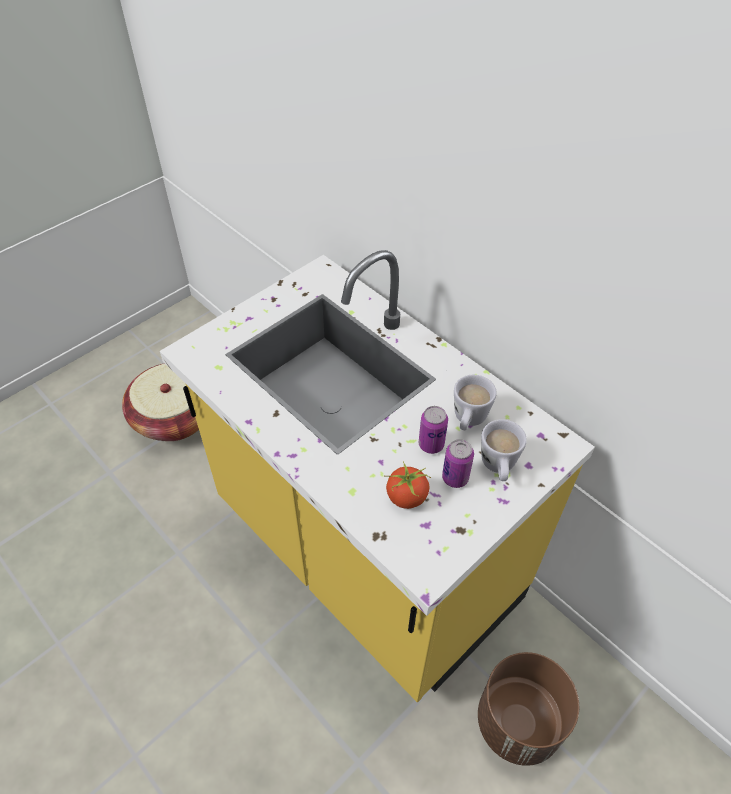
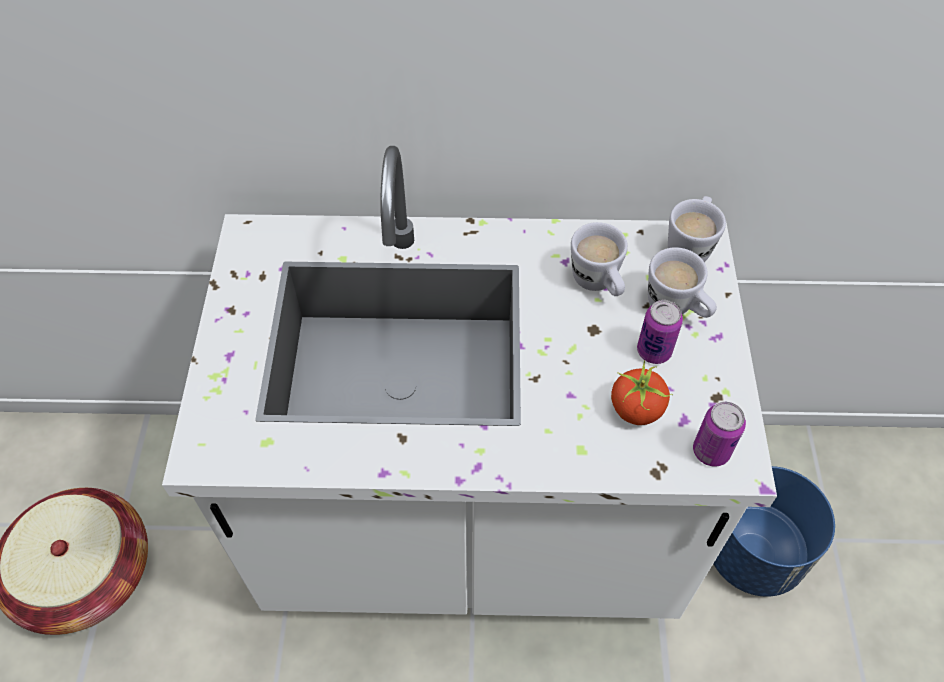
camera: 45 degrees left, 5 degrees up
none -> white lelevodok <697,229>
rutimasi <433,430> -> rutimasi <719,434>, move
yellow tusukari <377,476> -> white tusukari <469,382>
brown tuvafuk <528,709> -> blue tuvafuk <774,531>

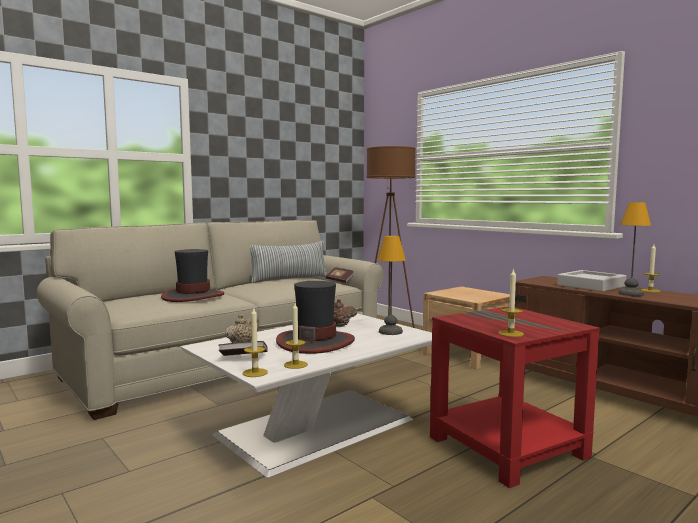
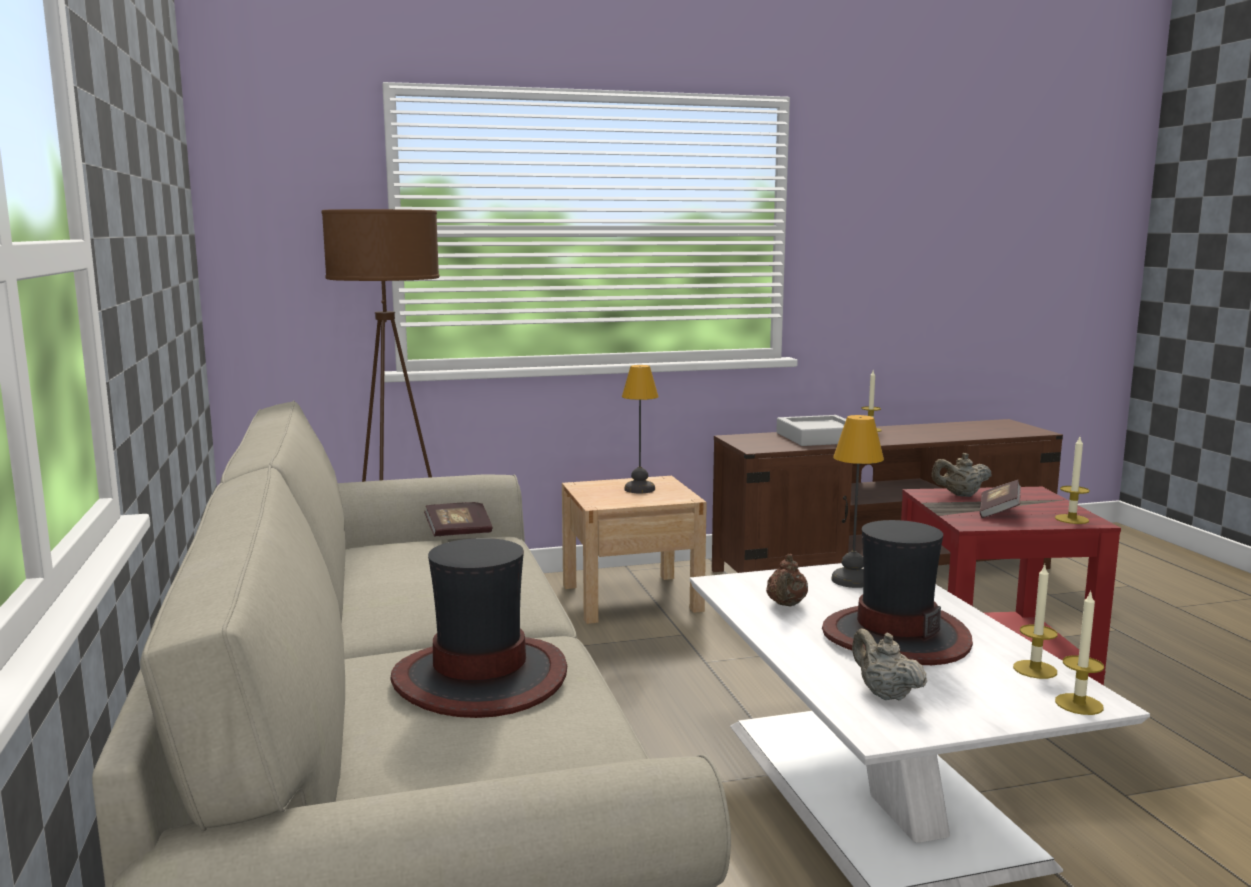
camera: 65 degrees left, 5 degrees up
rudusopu <288,262> -> none
none -> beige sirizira <962,475>
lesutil <243,348> -> lesutil <1000,499>, move
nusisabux <634,249> -> nusisabux <640,429>, move

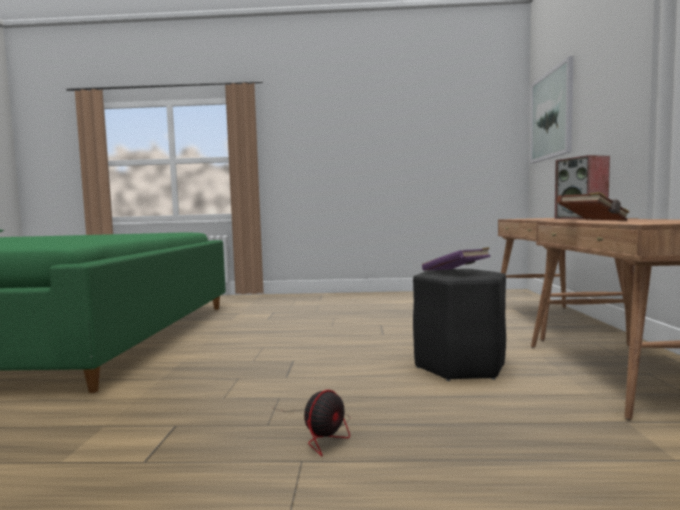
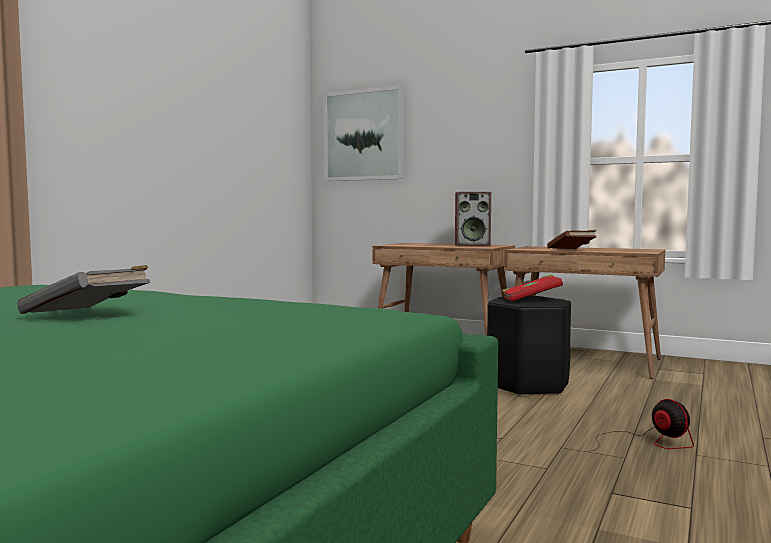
camera: 65 degrees left, 0 degrees up
none -> grey lesutil <83,289>
purple lesutil <456,259> -> red lesutil <532,287>

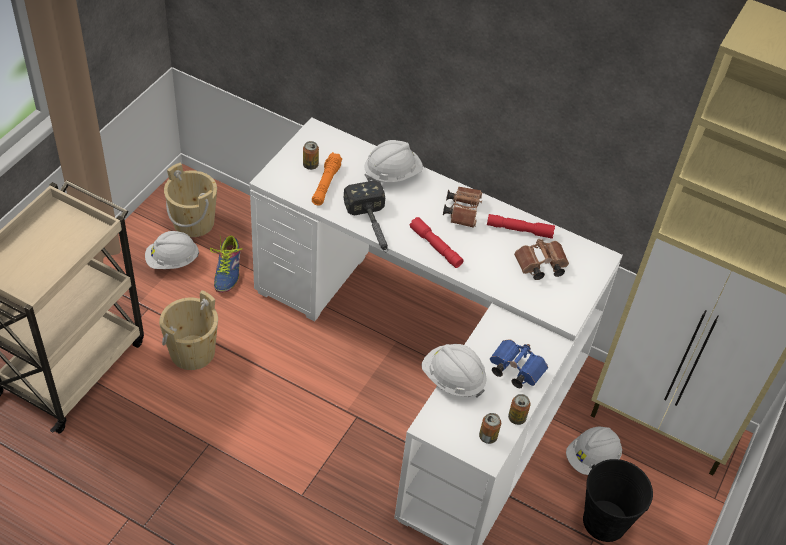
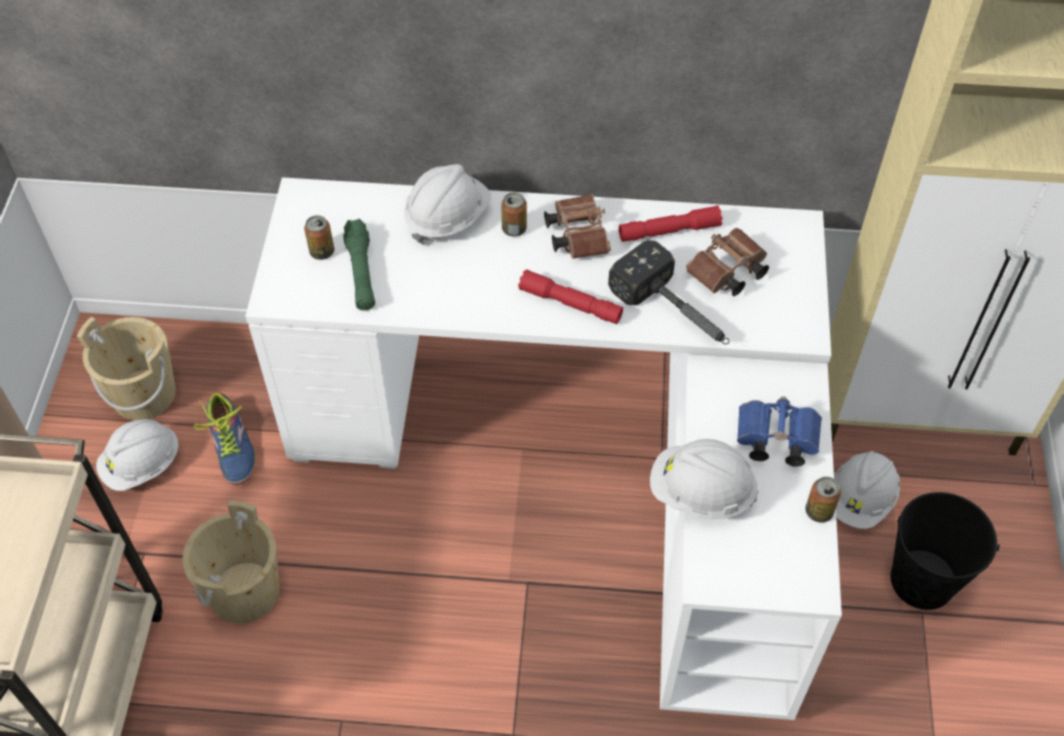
camera: 20 degrees left, 5 degrees up
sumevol <366,216> -> sumevol <669,292>, move
rutimasi <490,428> -> rutimasi <514,214>, move
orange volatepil <327,179> -> green volatepil <359,265>

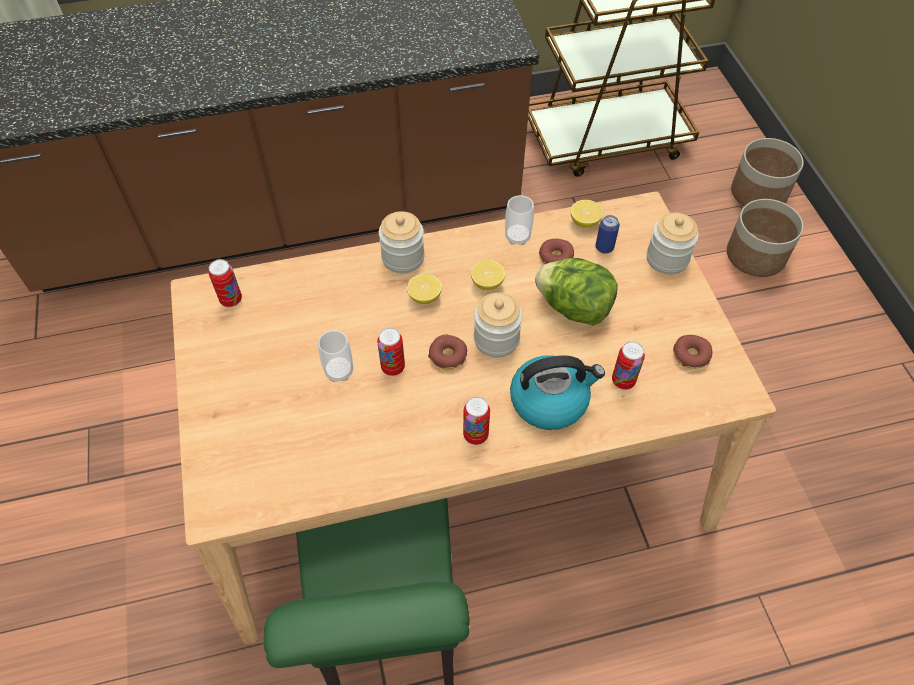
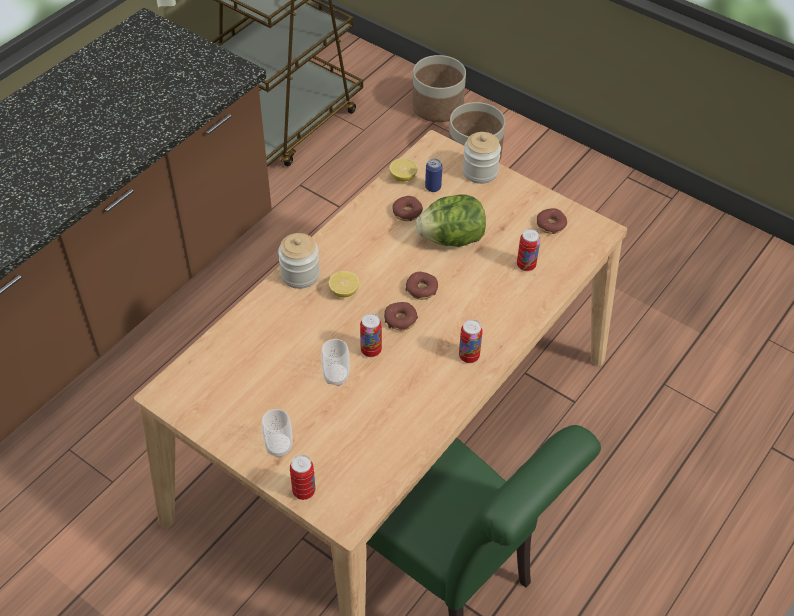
camera: 40 degrees left, 5 degrees down
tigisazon <488,275> -> none
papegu <557,392> -> none
rutimasi <225,283> -> rutimasi <302,477>, move
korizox <519,220> -> korizox <277,433>, move
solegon <498,325> -> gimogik <421,286>

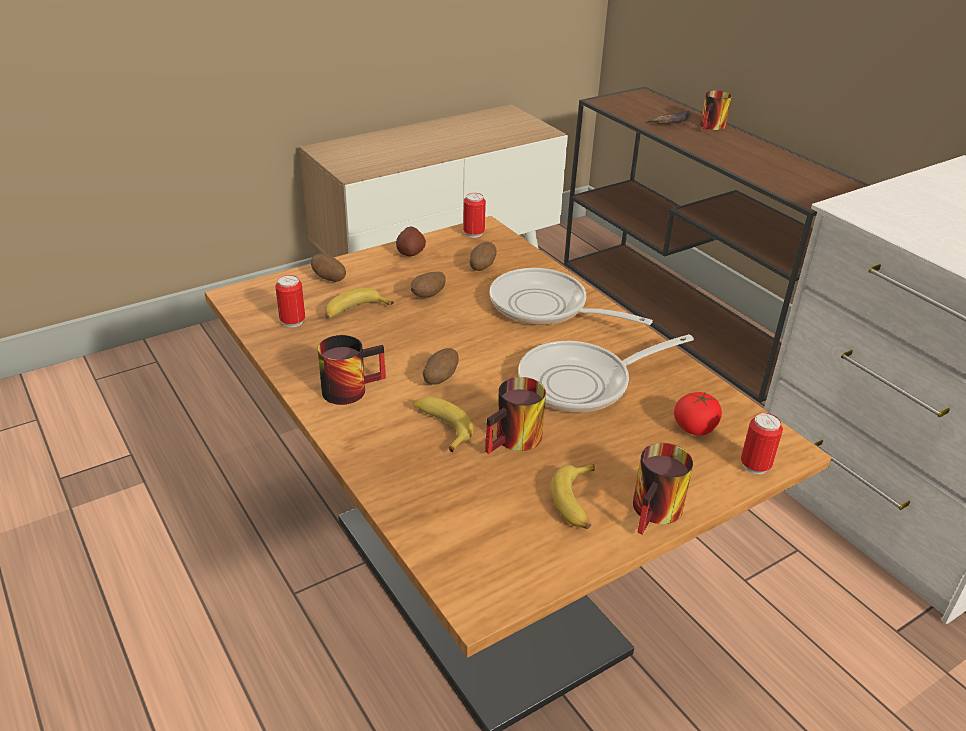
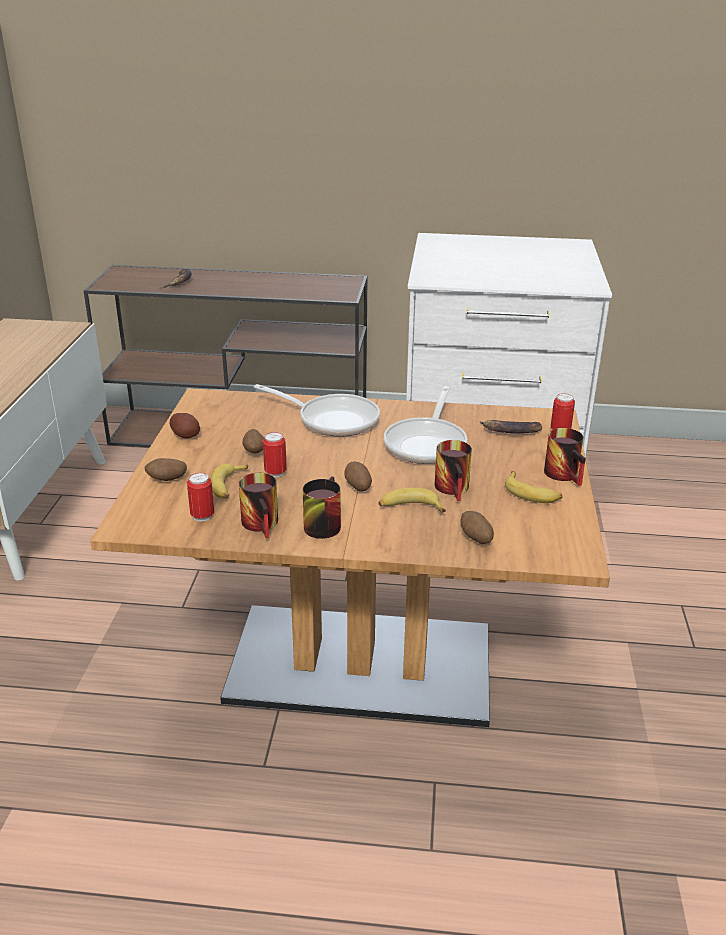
camera: 50 degrees left, 5 degrees down
rutimasi <474,215> -> rutimasi <275,454>, move
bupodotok <483,256> -> bupodotok <477,527>, move
lelevodok <716,110> -> lelevodok <258,505>, move
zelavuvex <698,413> -> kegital <511,426>
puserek <571,296> -> puserek <317,410>, 135 degrees counterclockwise

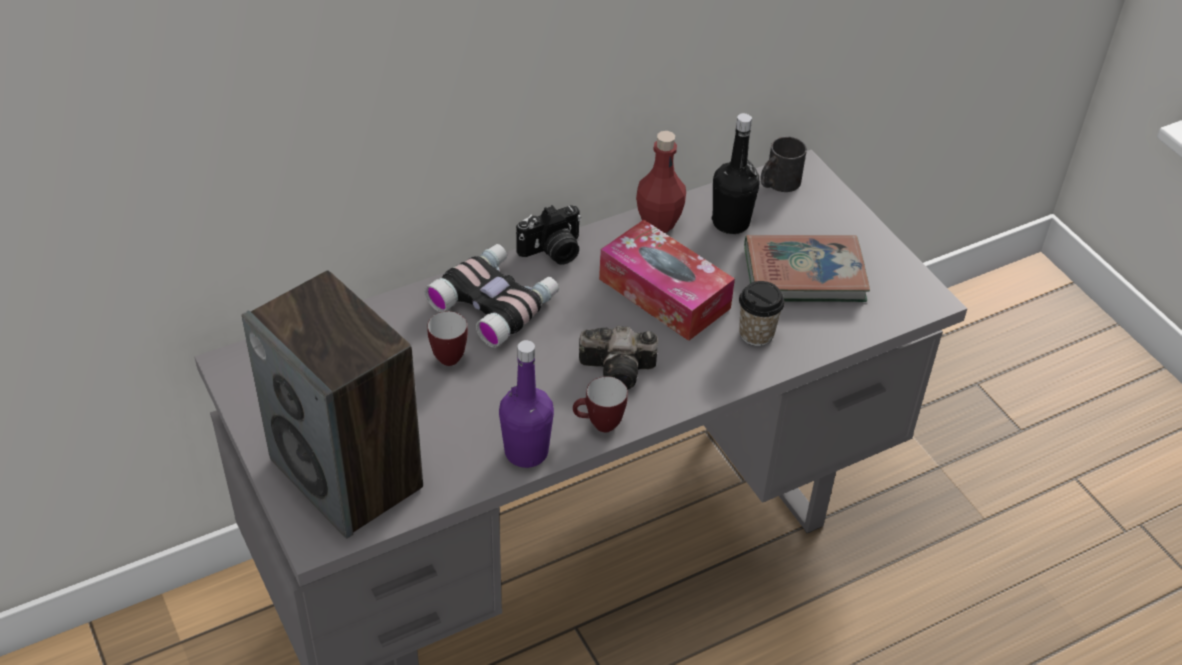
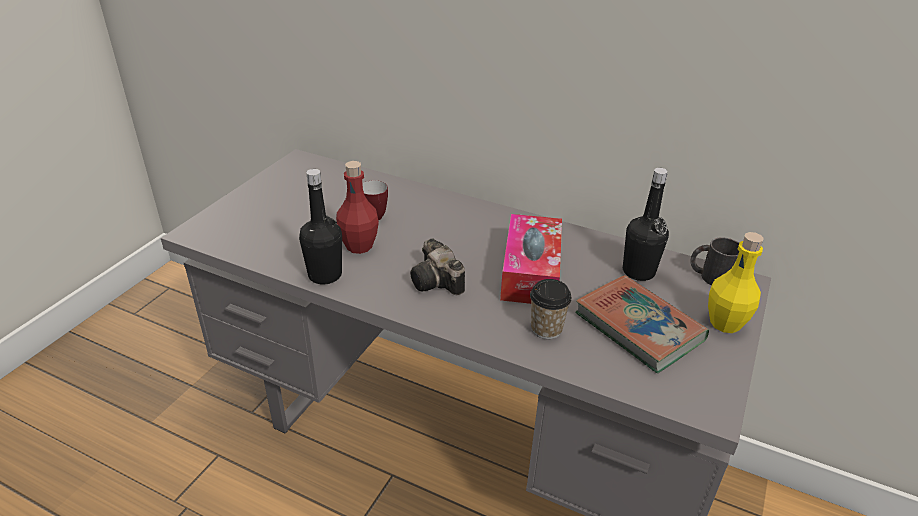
camera: 55 degrees right, 10 degrees down
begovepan <332,404> -> none
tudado <491,296> -> none
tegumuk <548,235> -> none
lelevodok <600,404> -> none
none -> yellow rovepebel <736,282>
red rovepebel <661,182> -> red rovepebel <357,207>, move
purple rovepebel <526,404> -> black rovepebel <320,226>

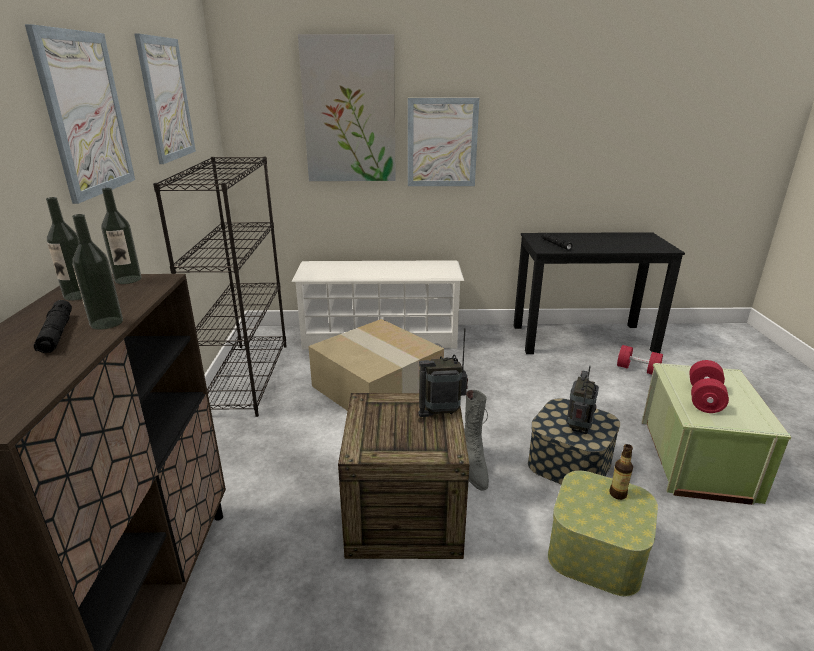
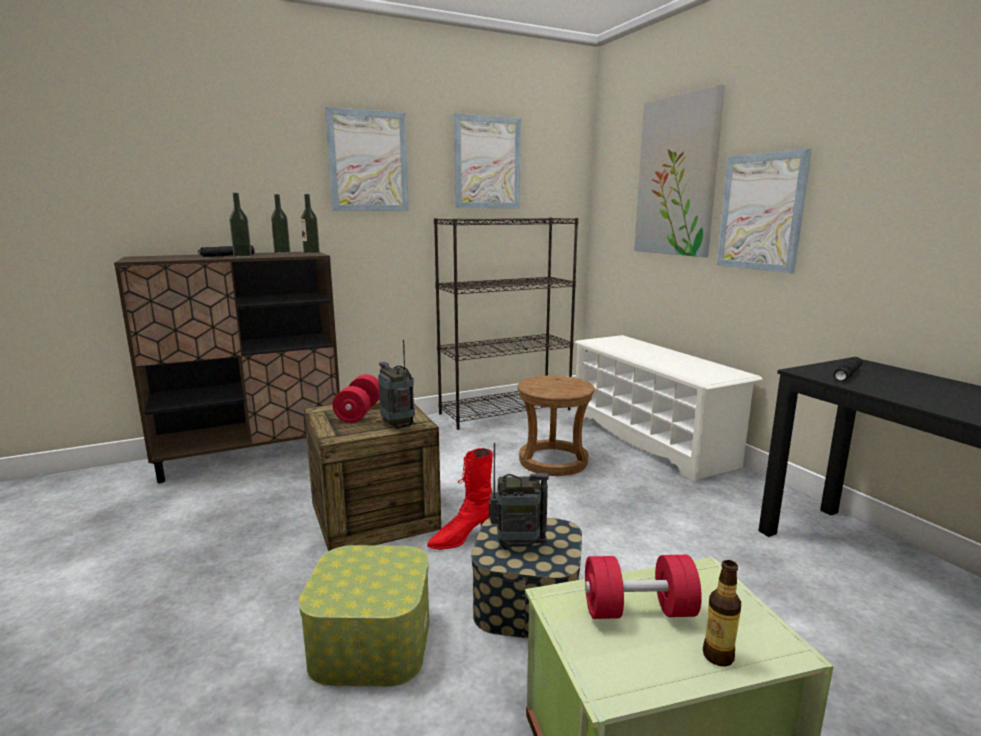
camera: 65 degrees right, 10 degrees down
rovepebel <621,472> -> rovepebel <722,613>, move
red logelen <640,359> -> red logelen <356,398>, move
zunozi <376,365> -> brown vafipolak <556,426>
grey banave <476,440> -> red banave <460,499>

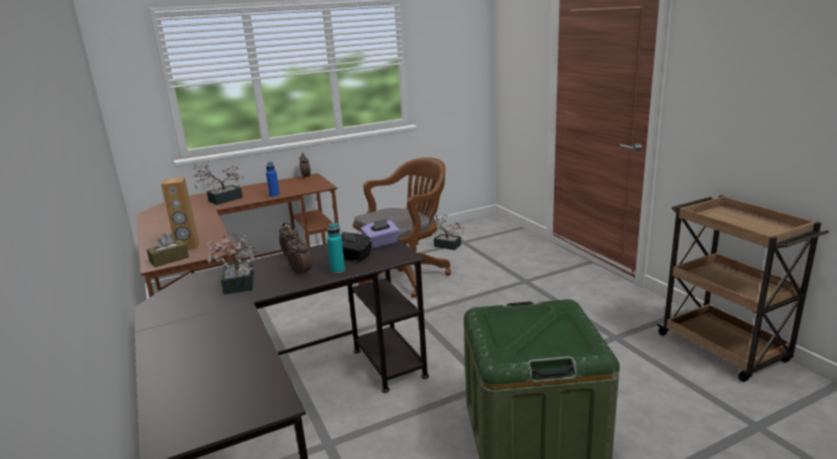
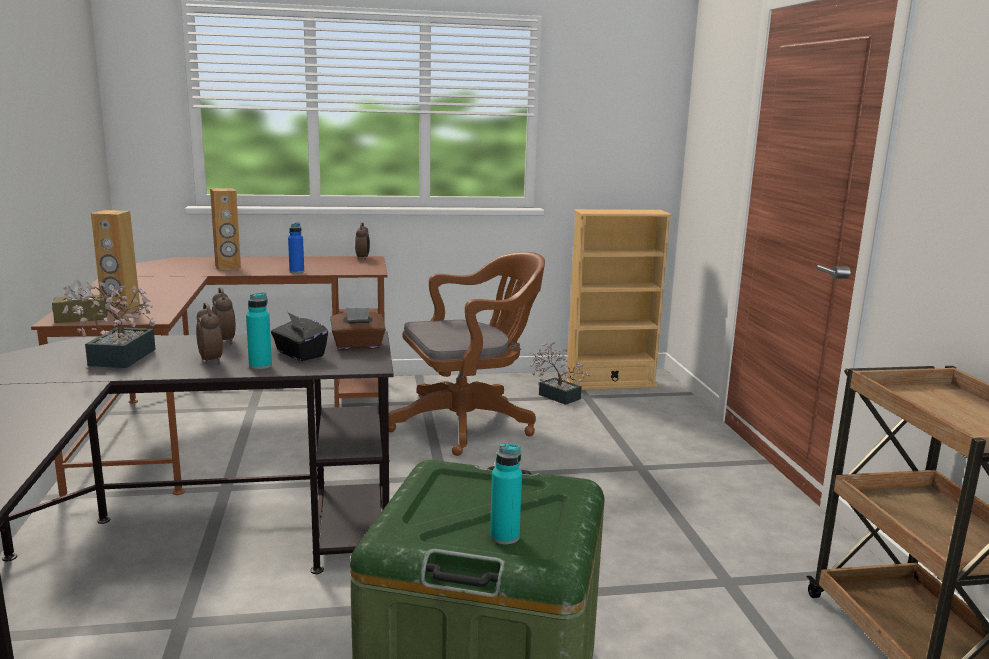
camera: 15 degrees right, 5 degrees down
none -> turquoise rovepebel <506,493>
none -> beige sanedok <619,299>
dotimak <218,184> -> brown begovepan <225,229>
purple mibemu <380,233> -> brown mibemu <358,329>

